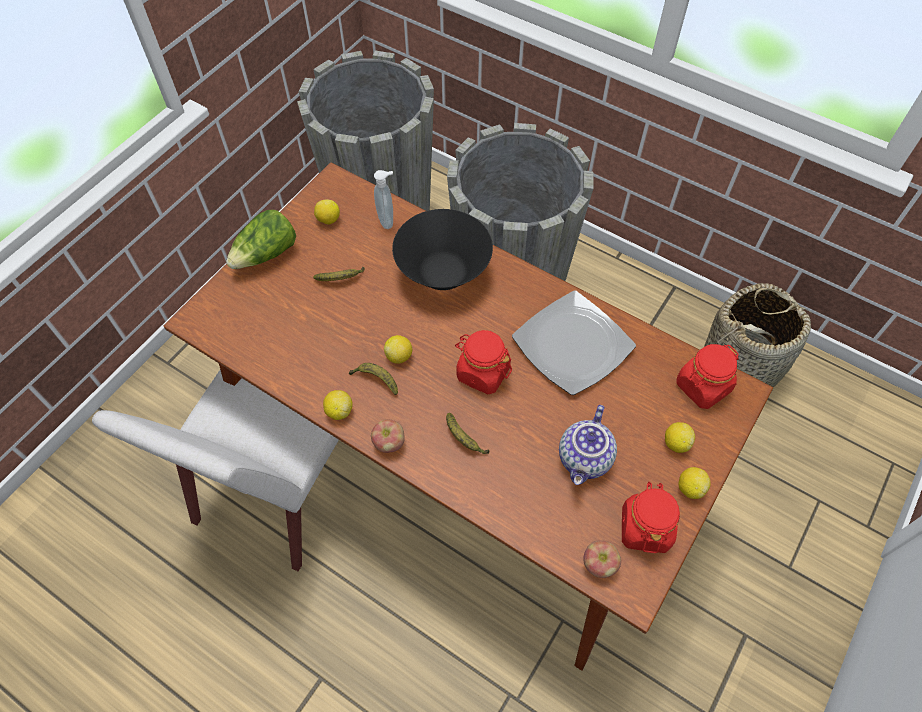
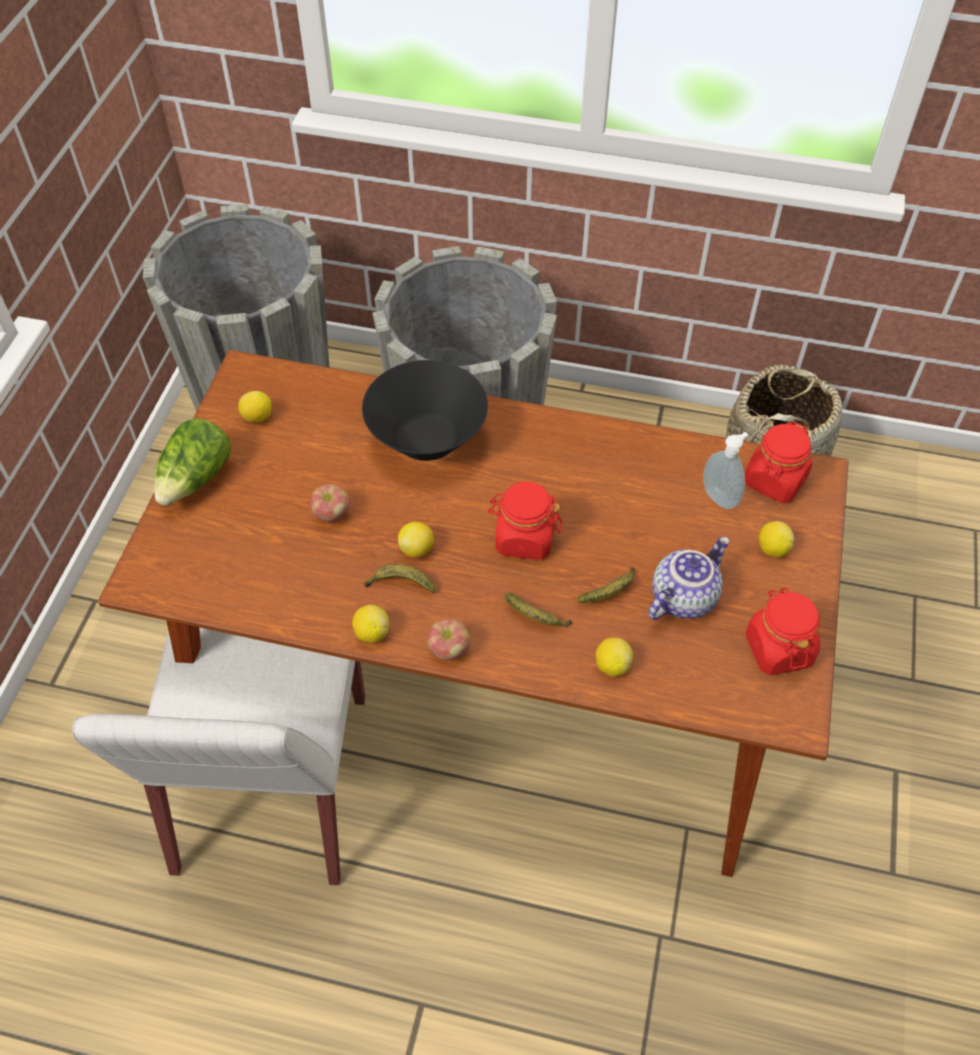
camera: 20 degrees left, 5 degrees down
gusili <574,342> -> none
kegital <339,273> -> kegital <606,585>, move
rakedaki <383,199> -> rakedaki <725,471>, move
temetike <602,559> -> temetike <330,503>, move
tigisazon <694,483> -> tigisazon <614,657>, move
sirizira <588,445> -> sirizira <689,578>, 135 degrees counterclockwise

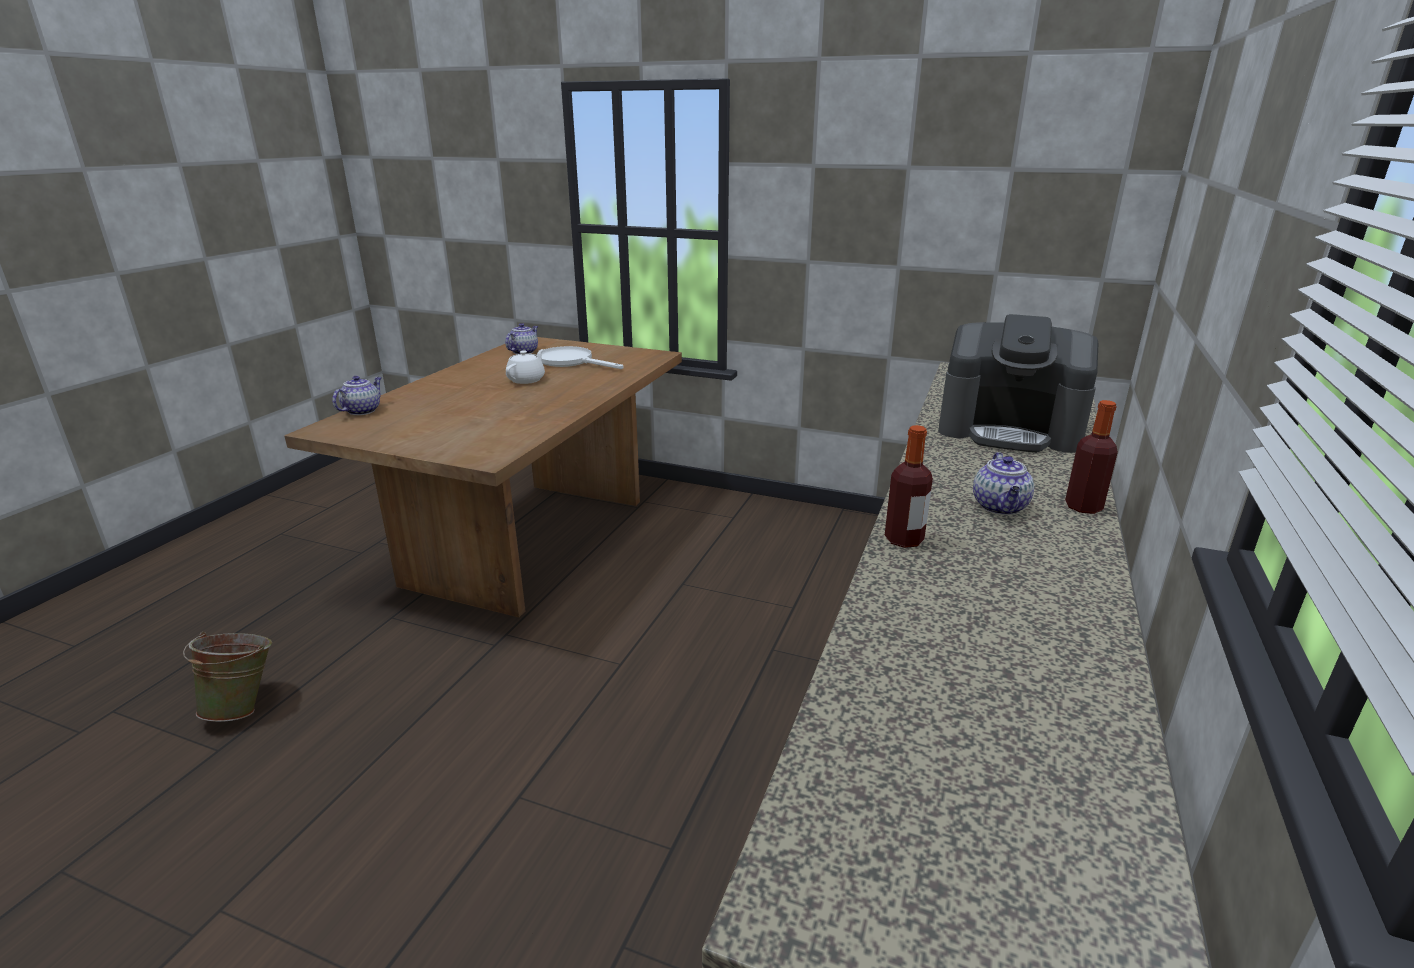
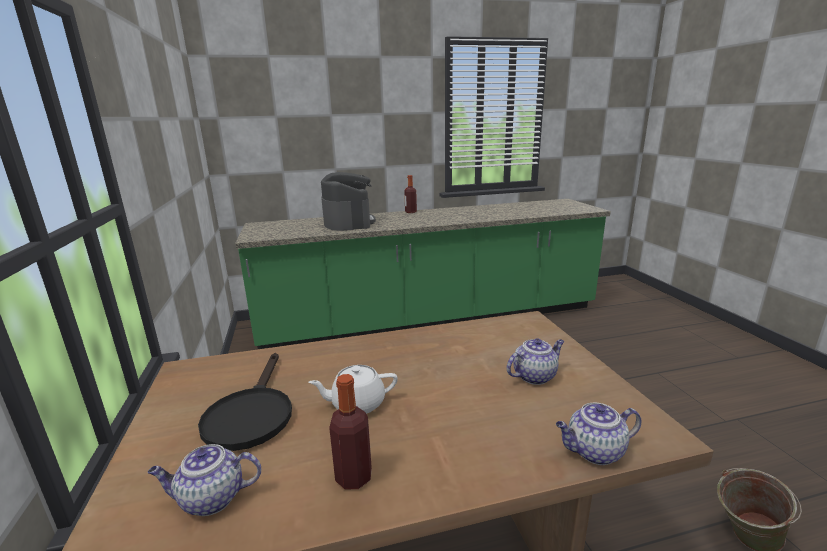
camera: 125 degrees left, 5 degrees down
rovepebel <909,486> -> rovepebel <350,432>, move
sirizira <1003,483> -> sirizira <535,361>, move
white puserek <582,357> -> black puserek <245,402>

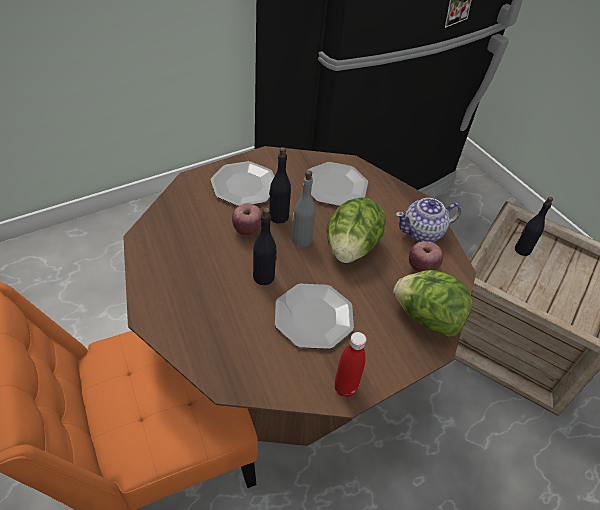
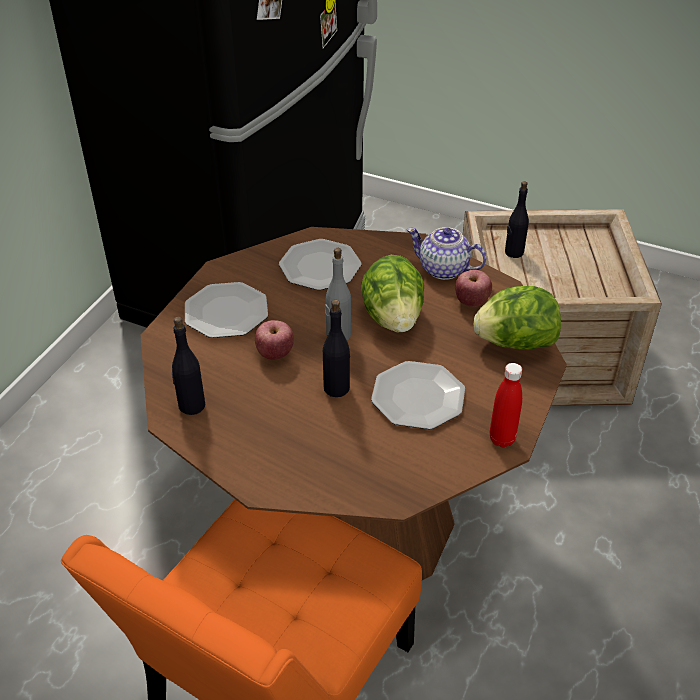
camera: 30 degrees left, 5 degrees down
black rovepebel <280,185> -> black rovepebel <188,366>, move
sirizira <428,220> -> sirizira <447,253>, 75 degrees clockwise

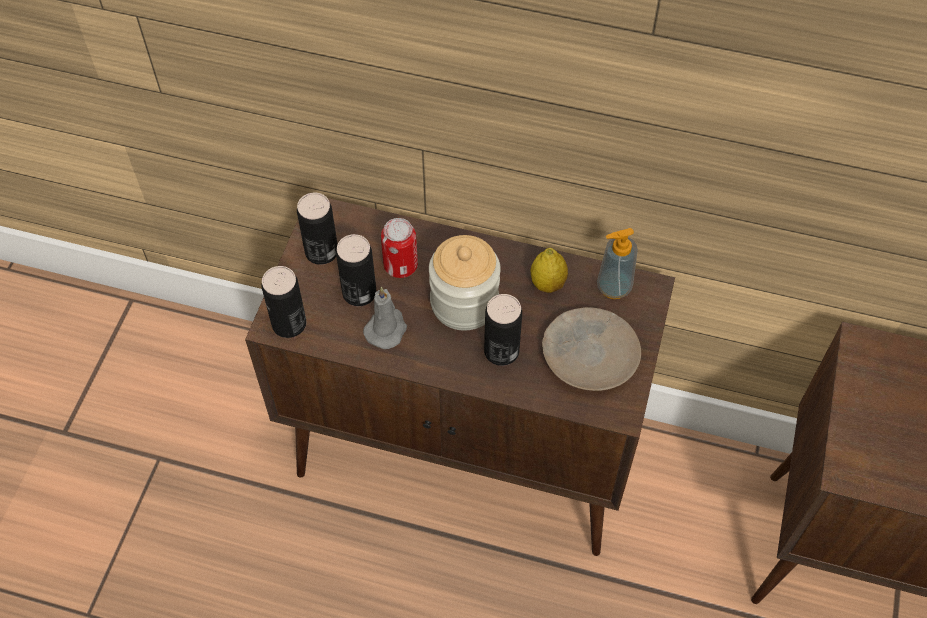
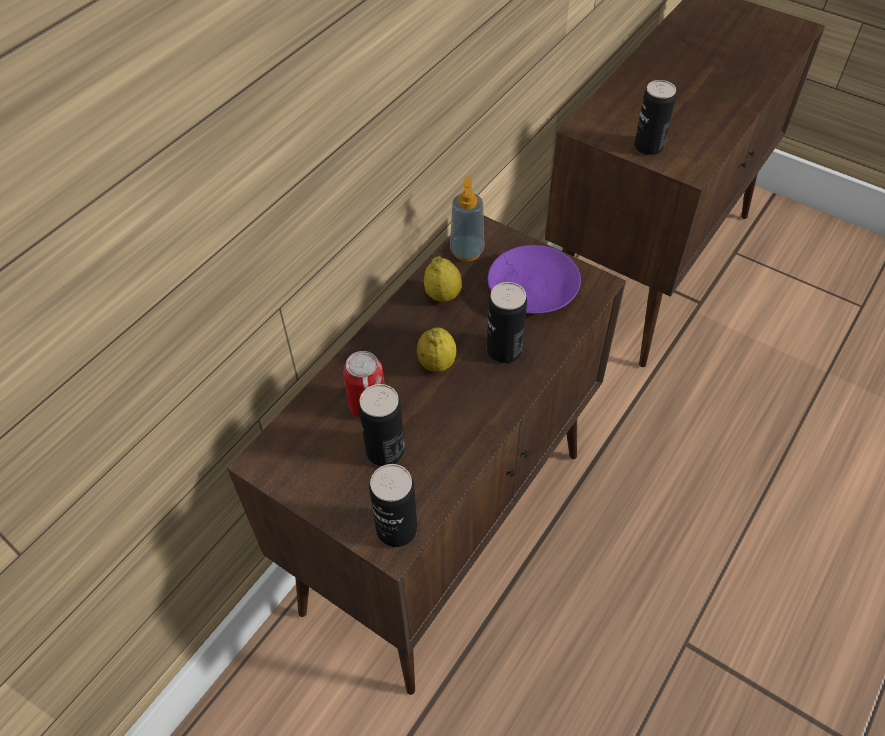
camera: 70 degrees left, 5 degrees down
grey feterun <385,318> -> none
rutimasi <317,229> -> rutimasi <655,117>, move
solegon <465,283> -> tigisazon <436,349>
beige gusili <591,349> -> purple gusili <534,279>

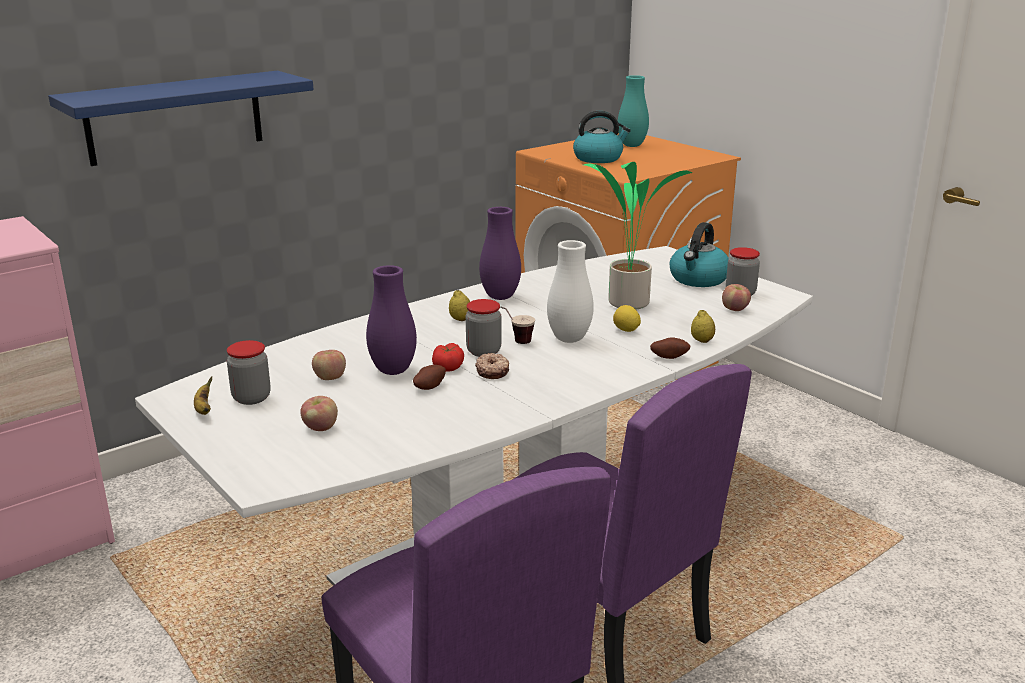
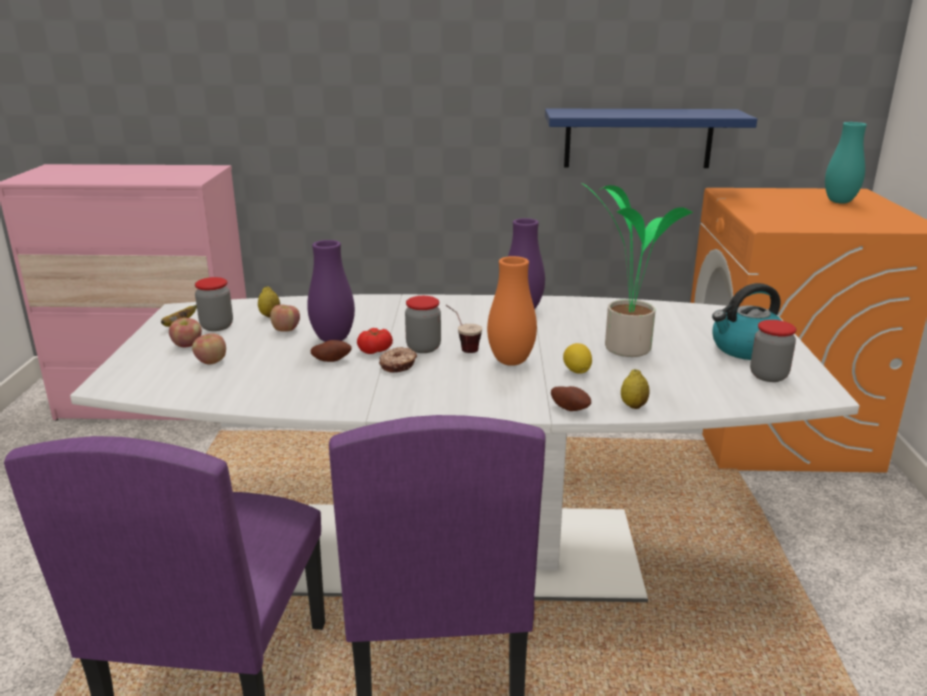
camera: 40 degrees right, 0 degrees up
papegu <602,137> -> none
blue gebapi <181,118> -> blue gebapi <651,138>, move
tigisazon <459,305> -> tigisazon <269,302>, move
temetike <736,297> -> temetike <185,333>, move
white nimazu <570,291> -> orange nimazu <512,311>

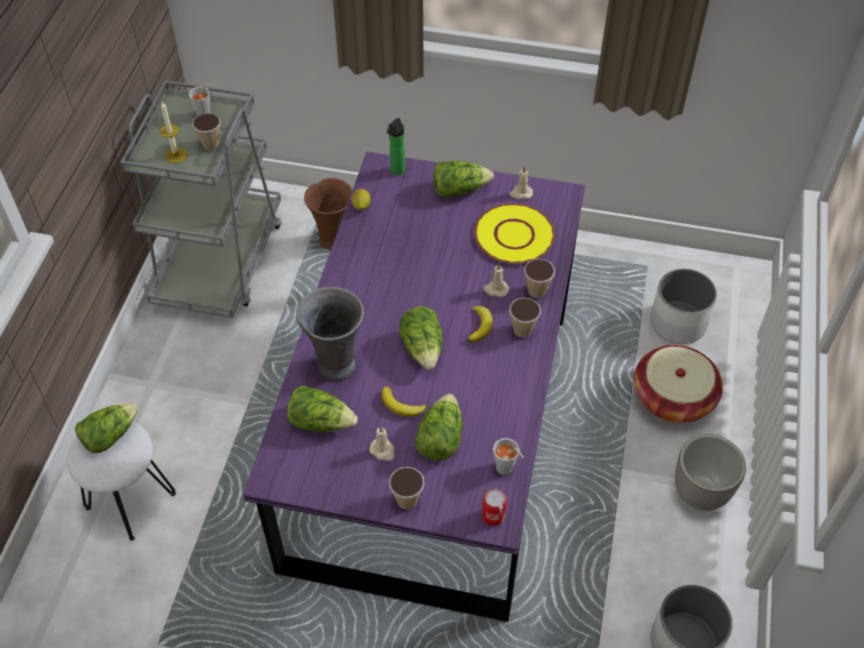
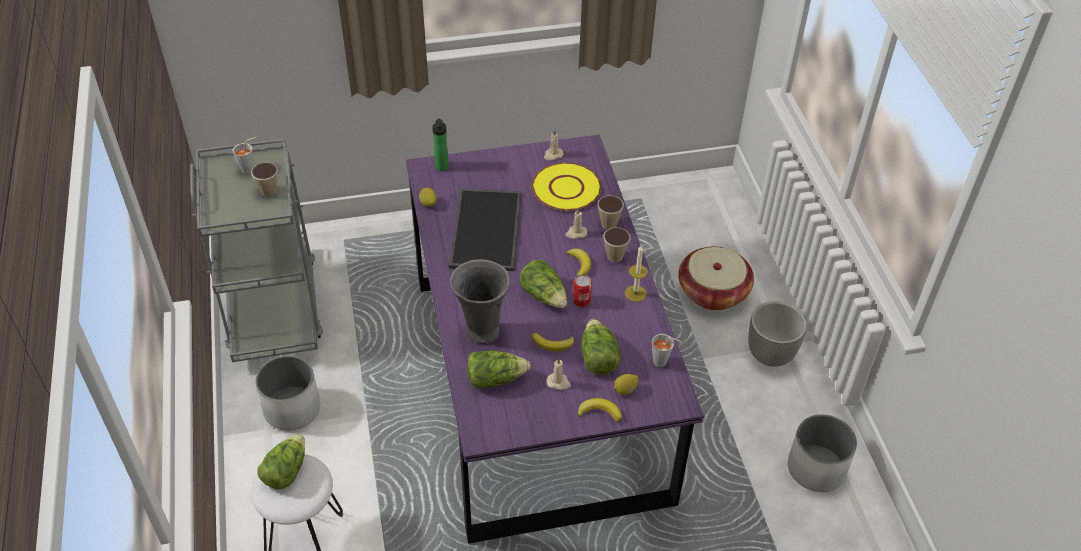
camera: 25 degrees left, 5 degrees down
brown nimazu <328,214> -> none
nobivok <463,179> -> none
none -> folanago <485,230>
none -> tigisazon <626,384>
feterun <173,132> -> feterun <636,274>, move
rutimasi <494,507> -> rutimasi <582,290>, move
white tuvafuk <683,306> -> white tuvafuk <287,392>, move
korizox <406,488> -> kegital <600,410>

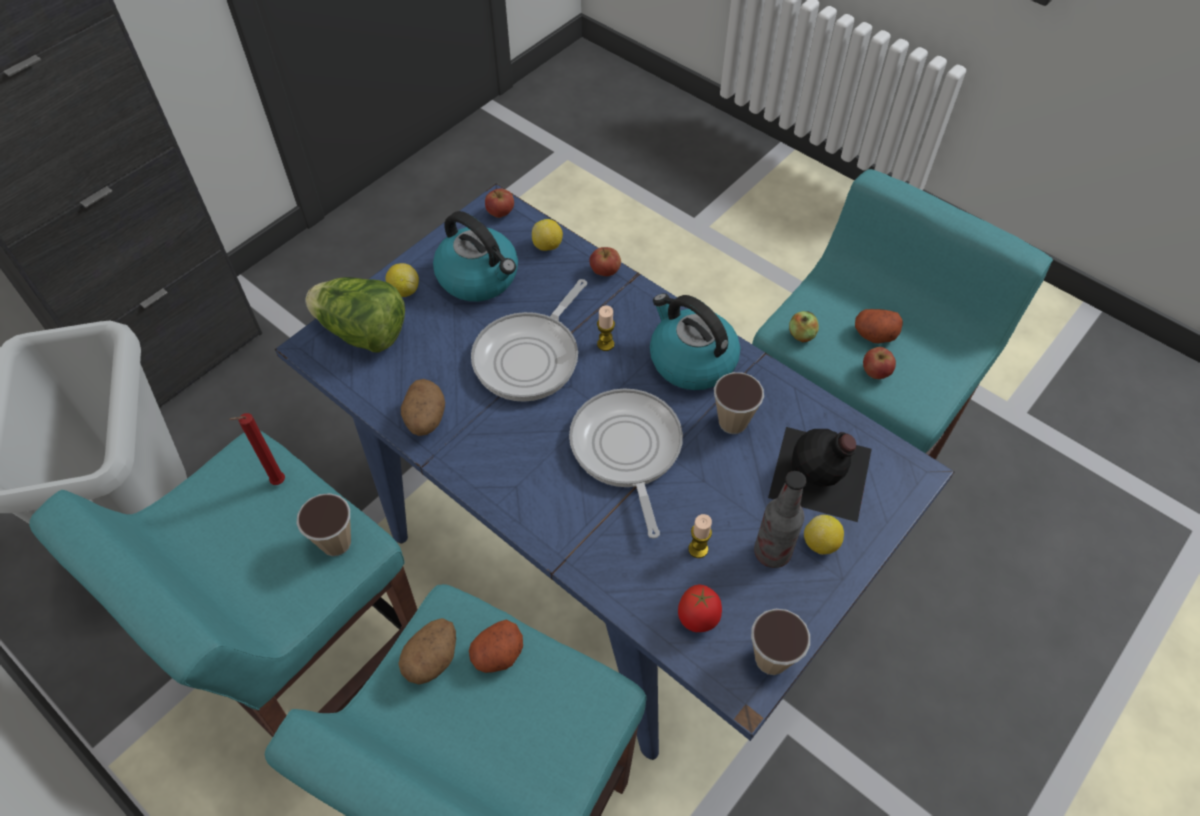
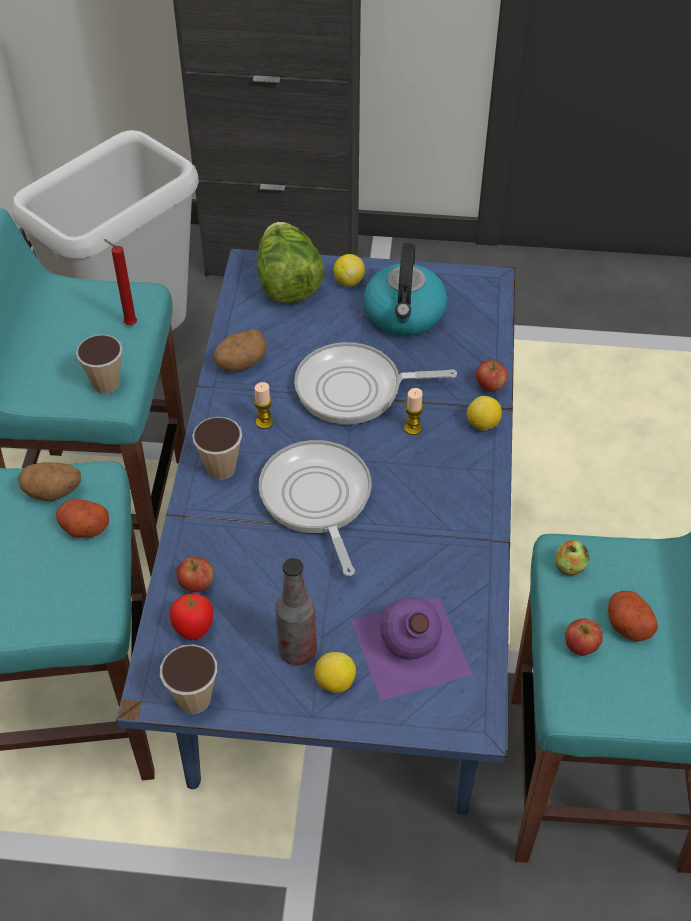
camera: 55 degrees right, 5 degrees down
papegu <695,341> -> none
temetike <499,203> -> temetike <195,574>, move
tigisazon <547,235> -> tigisazon <484,413>, move
feterun <700,536> -> feterun <263,405>, move
korizox <739,403> -> korizox <217,448>, move
black rovepebel <820,474> -> purple rovepebel <412,648>
puserek <626,463> -> puserek <315,508>, 60 degrees counterclockwise

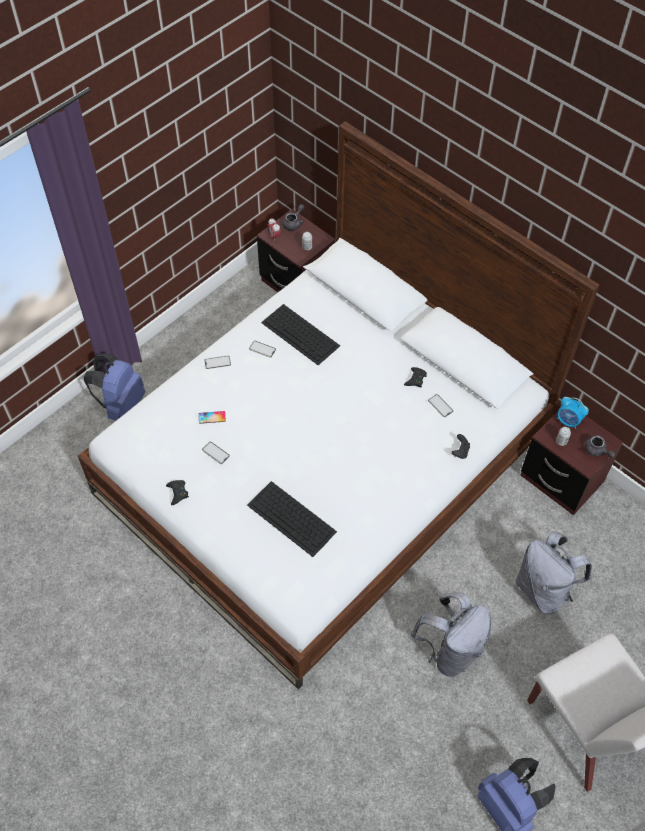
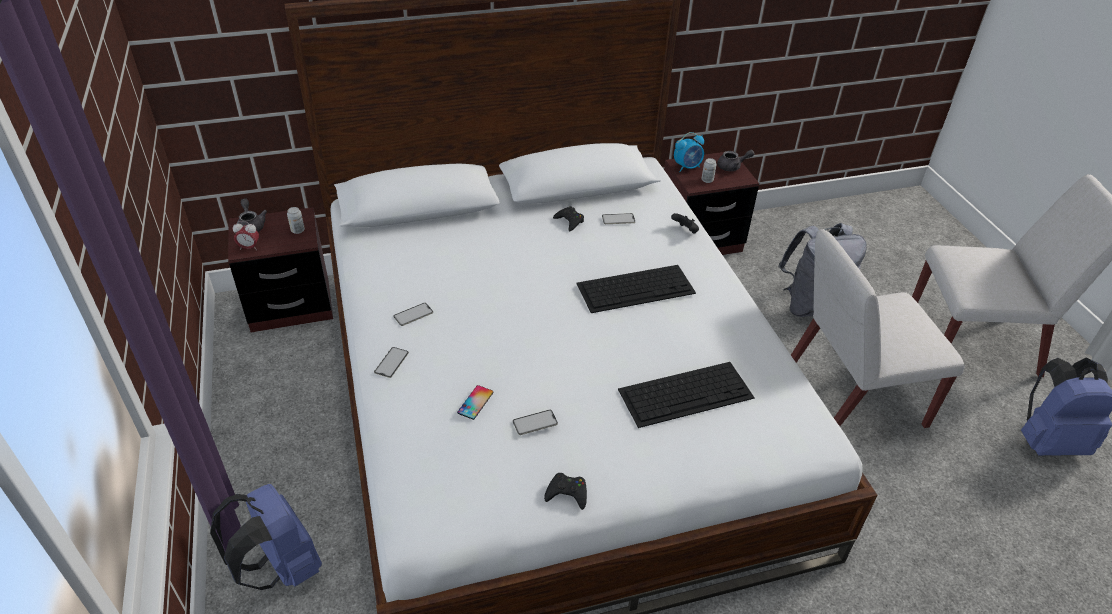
camera: 60 degrees left, 15 degrees down
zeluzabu <300,334> -> zeluzabu <636,289>, move
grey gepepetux <450,634> -> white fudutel <878,328>

